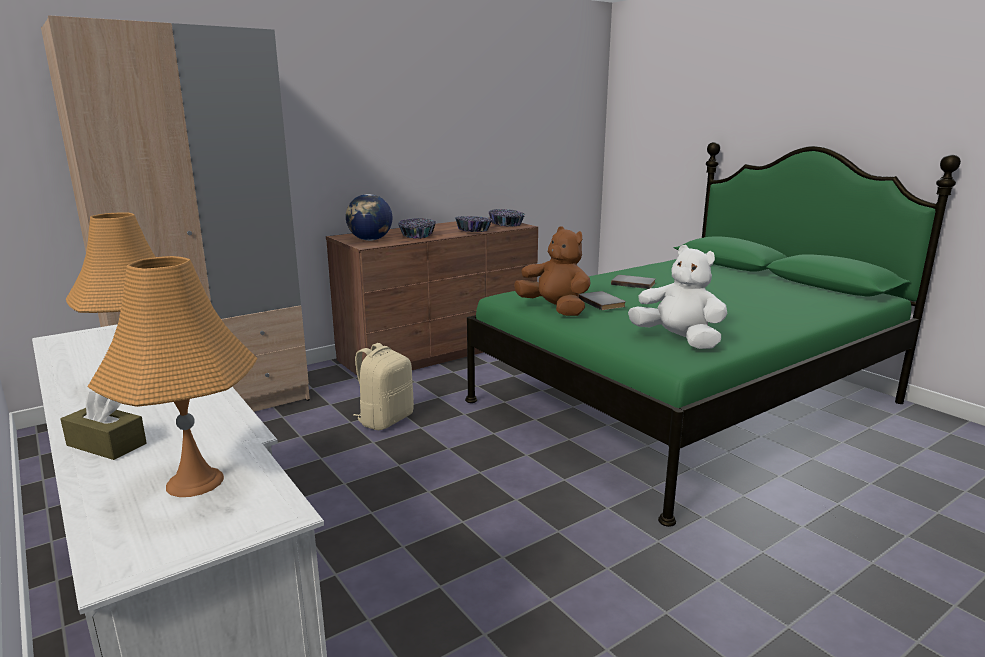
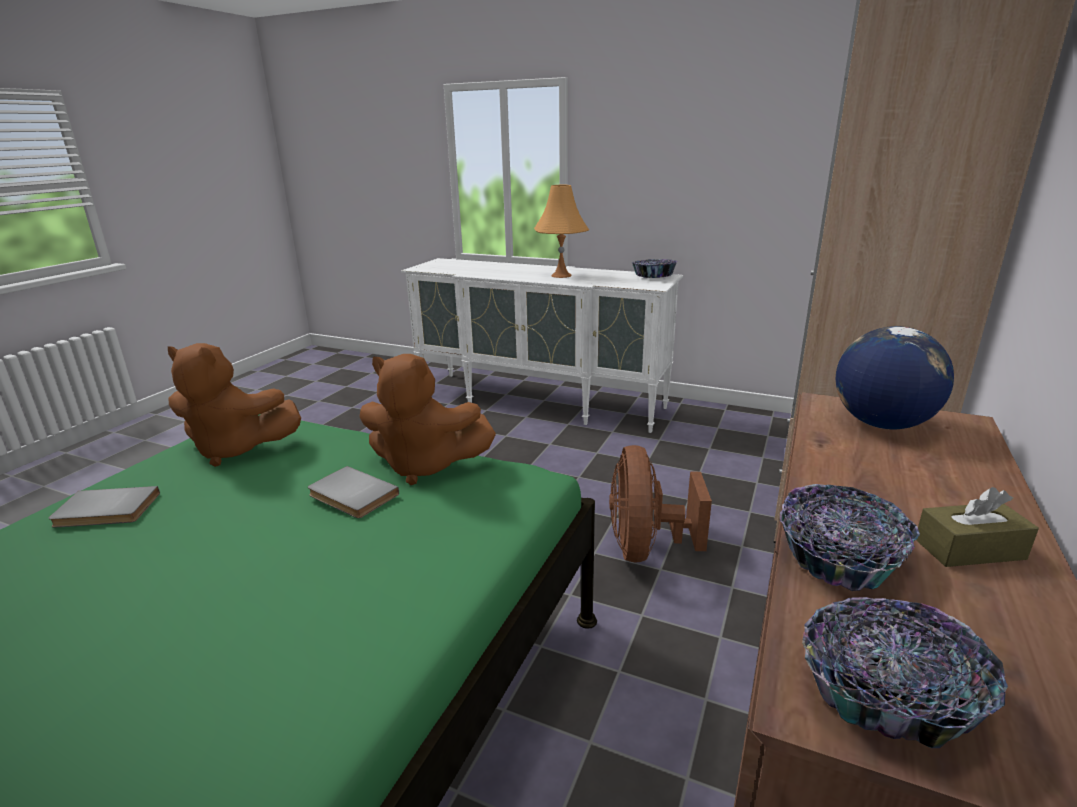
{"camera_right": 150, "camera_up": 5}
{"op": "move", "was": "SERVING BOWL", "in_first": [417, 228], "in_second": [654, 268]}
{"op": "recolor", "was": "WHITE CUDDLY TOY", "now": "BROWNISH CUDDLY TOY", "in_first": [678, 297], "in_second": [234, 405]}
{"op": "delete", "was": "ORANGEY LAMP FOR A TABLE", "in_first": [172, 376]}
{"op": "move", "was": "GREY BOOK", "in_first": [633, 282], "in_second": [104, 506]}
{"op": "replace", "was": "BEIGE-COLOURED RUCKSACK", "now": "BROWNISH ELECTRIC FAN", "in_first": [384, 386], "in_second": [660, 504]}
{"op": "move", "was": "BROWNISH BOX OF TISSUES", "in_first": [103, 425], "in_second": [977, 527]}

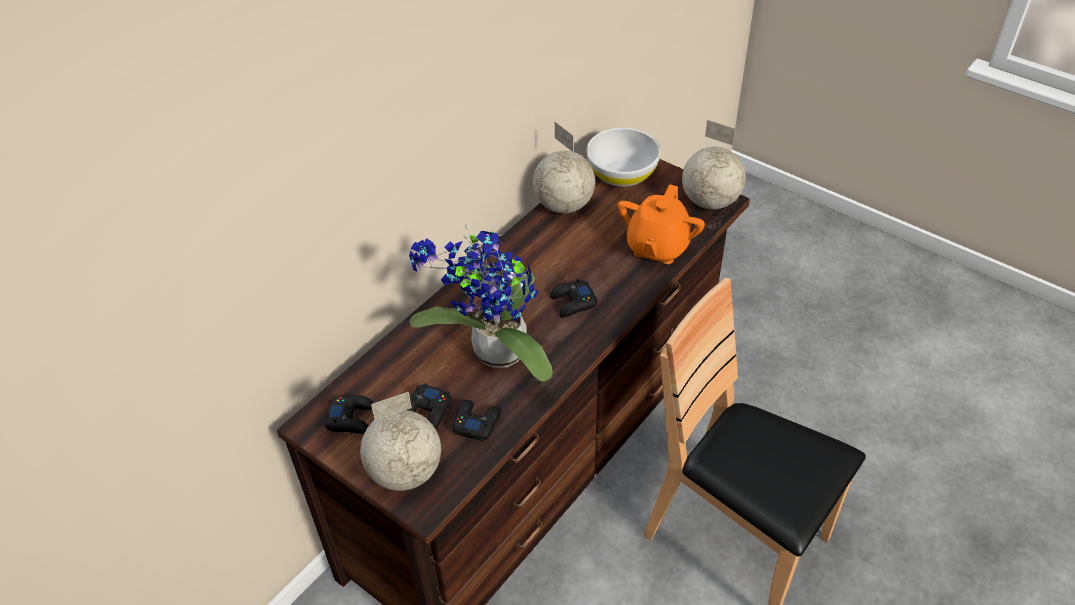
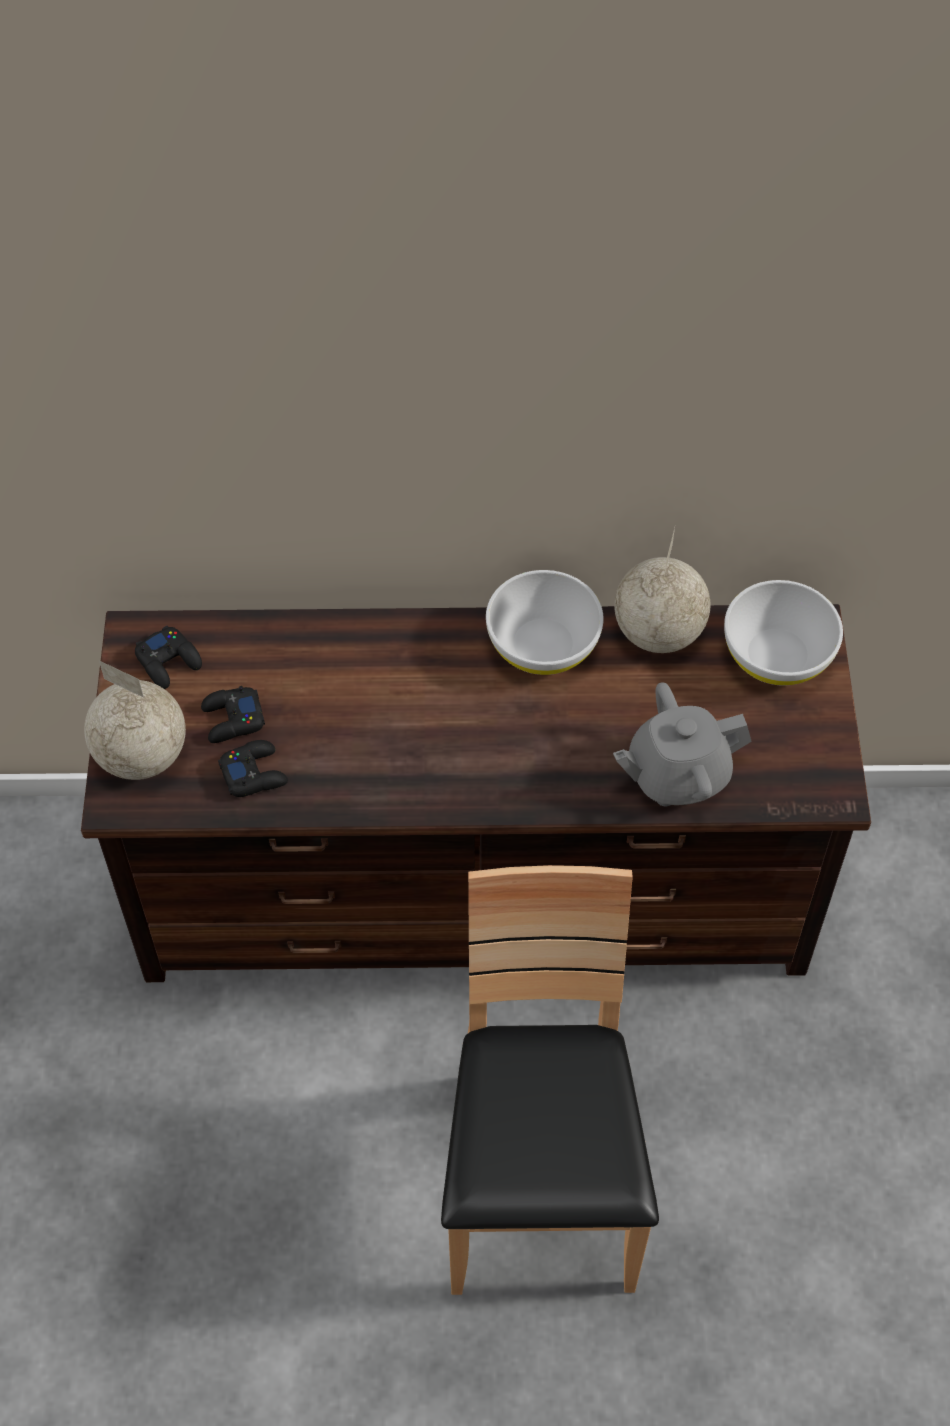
{"camera_right": 50, "camera_up": 10}
{"op": "delete", "was": "GLOBE", "in_first": [713, 164]}
{"op": "recolor", "was": "ORANGEY TEAPOT", "now": "GREY TEAPOT", "in_first": [661, 224], "in_second": [682, 744]}
{"op": "delete", "was": "PLANT IN A POT", "in_first": [481, 303]}
{"op": "delete", "was": "BLACK-COLOURED JOYPAD", "in_first": [574, 298]}
{"op": "insert", "now": "WHITE SERVING BOWL", "in_second": [545, 622]}

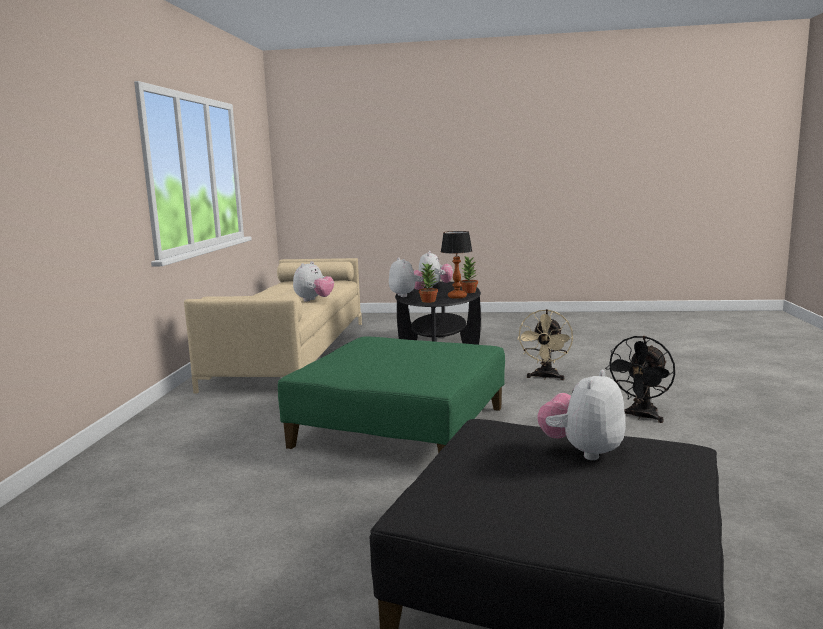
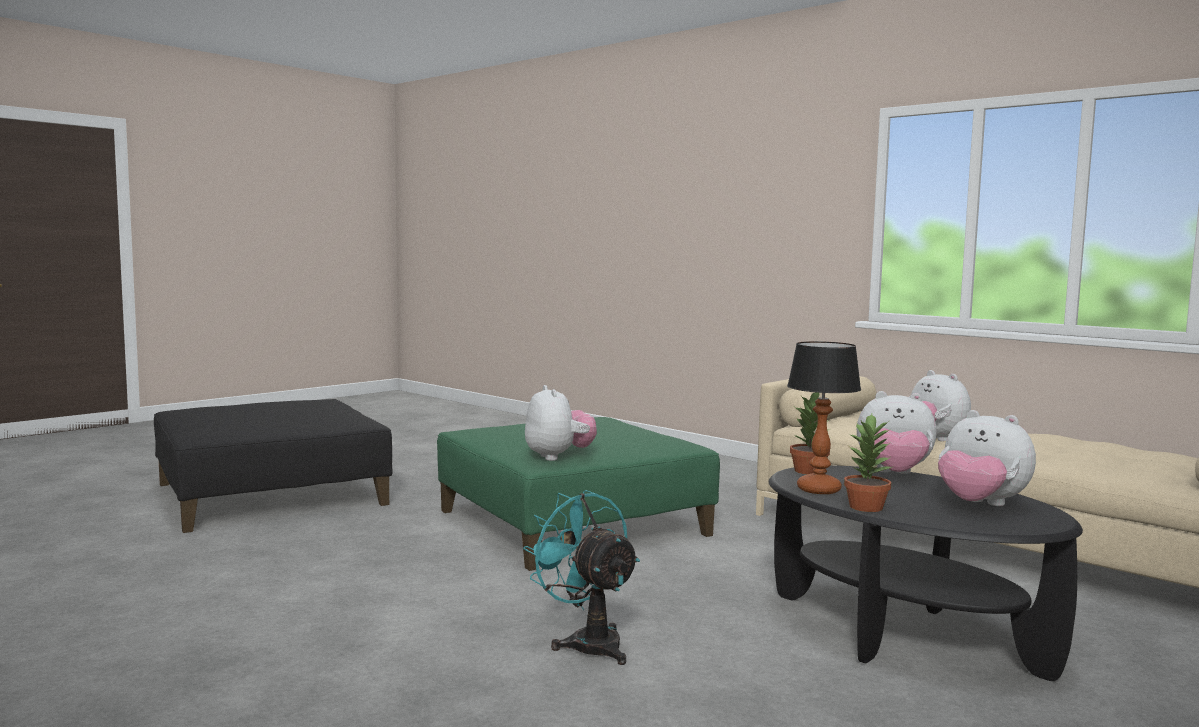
{"camera_right": 125, "camera_up": -5}
{"op": "recolor", "was": "BEIGE-COLOURED ELECTRIC FAN", "now": "TURQUOISE ELECTRIC FAN", "in_first": [545, 344], "in_second": [581, 577]}
{"op": "delete", "was": "BLACK-COLOURED ELECTRIC FAN", "in_first": [640, 379]}
{"op": "move", "was": "CUDDLY TOY", "in_first": [581, 415], "in_second": [561, 423]}

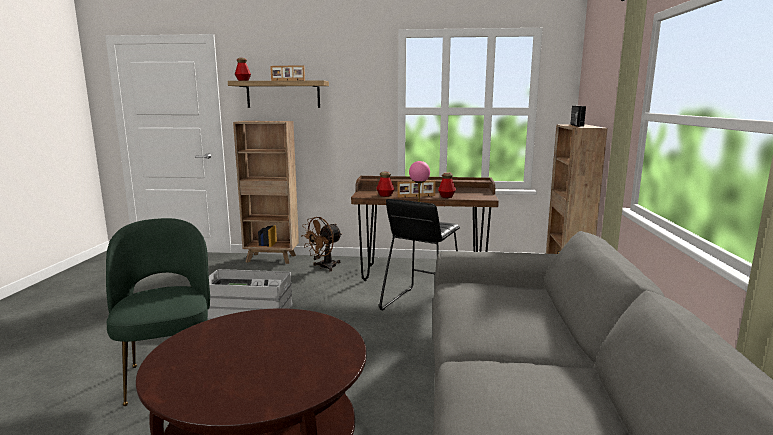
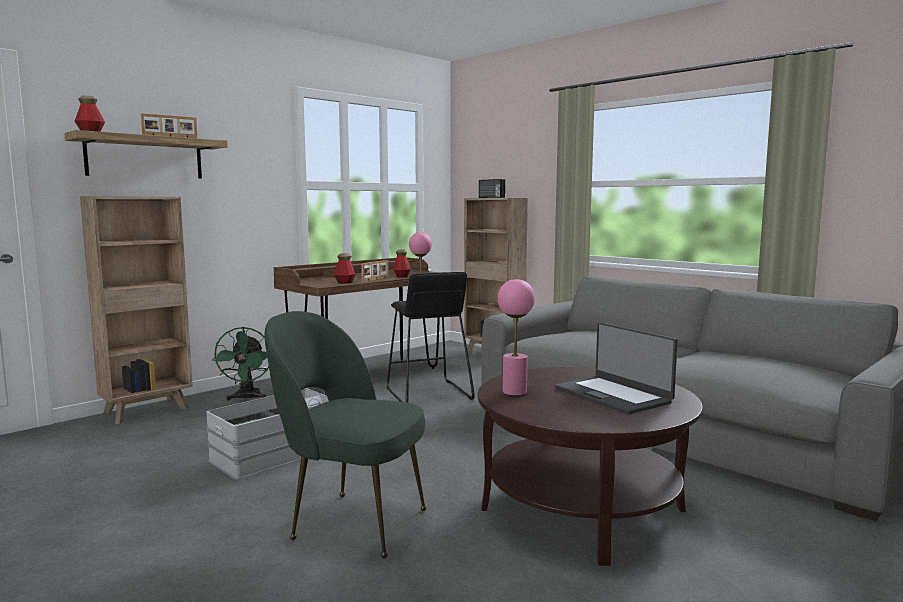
{"camera_right": -50, "camera_up": -5}
{"op": "recolor", "was": "BROWNISH ELECTRIC FAN", "now": "GREENISH ELECTRIC FAN", "in_first": [321, 244], "in_second": [240, 364]}
{"op": "insert", "now": "PINKISH LAMP FOR A TABLE", "in_second": [516, 337]}
{"op": "insert", "now": "NOTEBOOK COMPUTER", "in_second": [616, 368]}

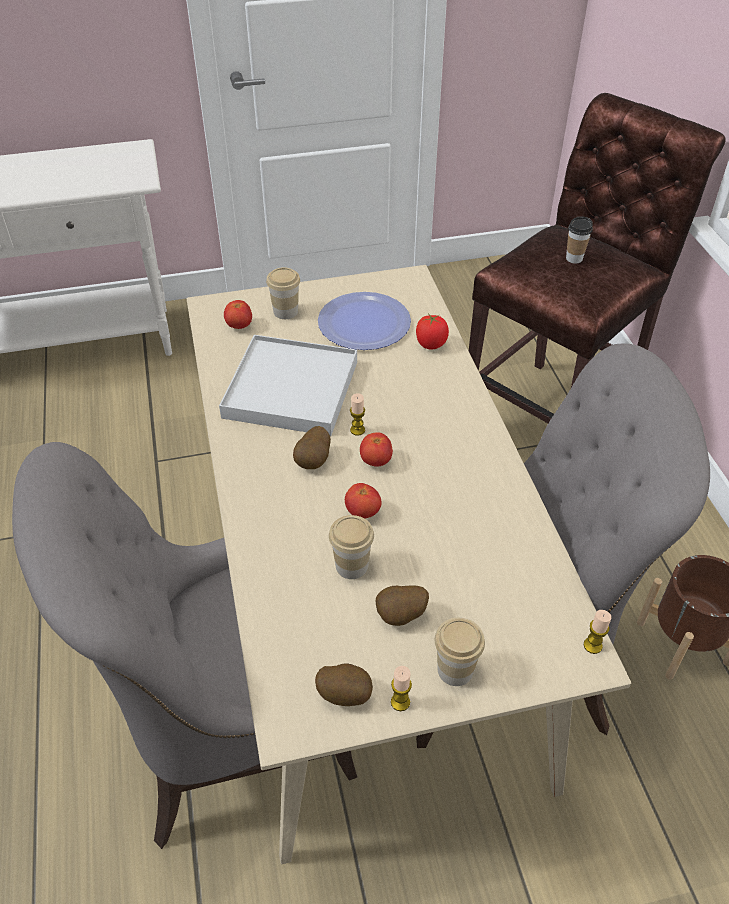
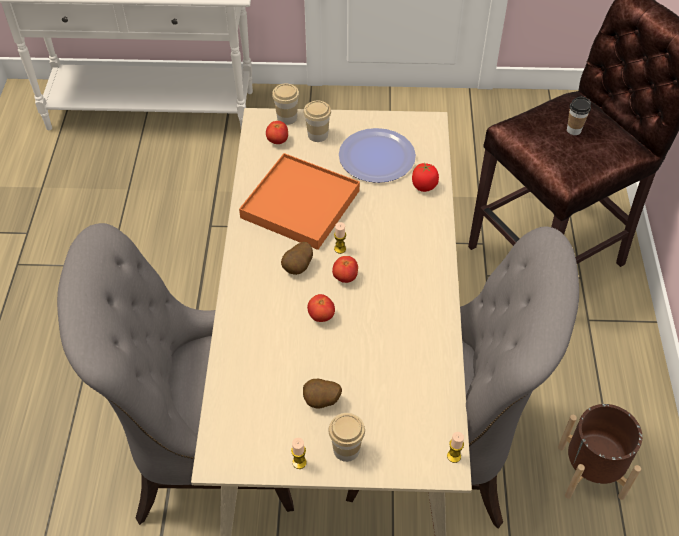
{"camera_right": 15, "camera_up": 5}
{"op": "recolor", "was": "WHITE TRAY", "now": "ORANGEY TRAY", "in_first": [288, 385], "in_second": [299, 201]}
{"op": "move", "was": "SMALL CUP", "in_first": [351, 547], "in_second": [285, 104]}
{"op": "delete", "was": "WHOLE POTATO", "in_first": [344, 684]}

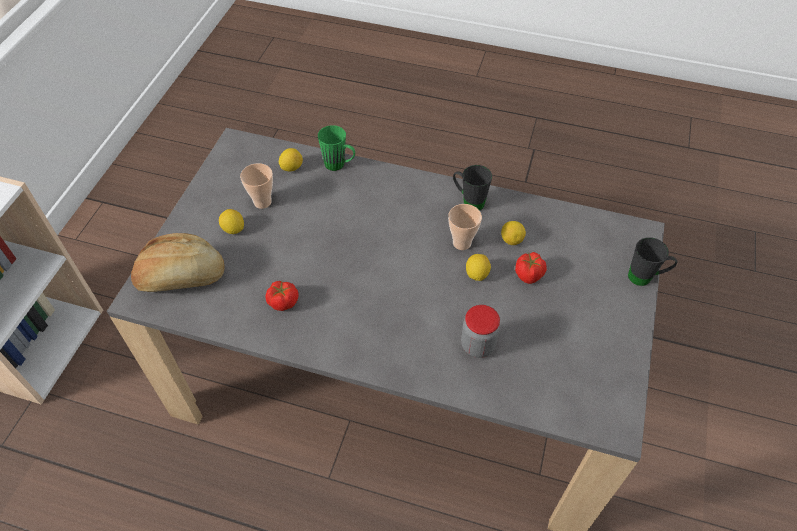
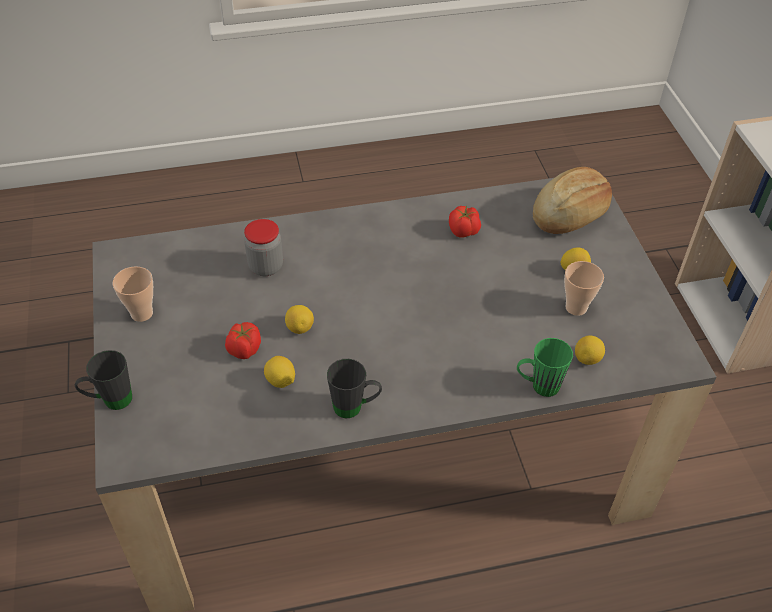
{"camera_right": 150, "camera_up": -5}
{"op": "move", "was": "SMALL CUP", "in_first": [465, 227], "in_second": [133, 294]}

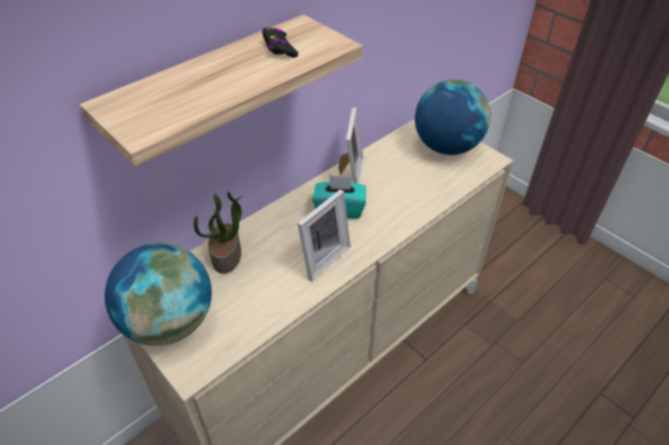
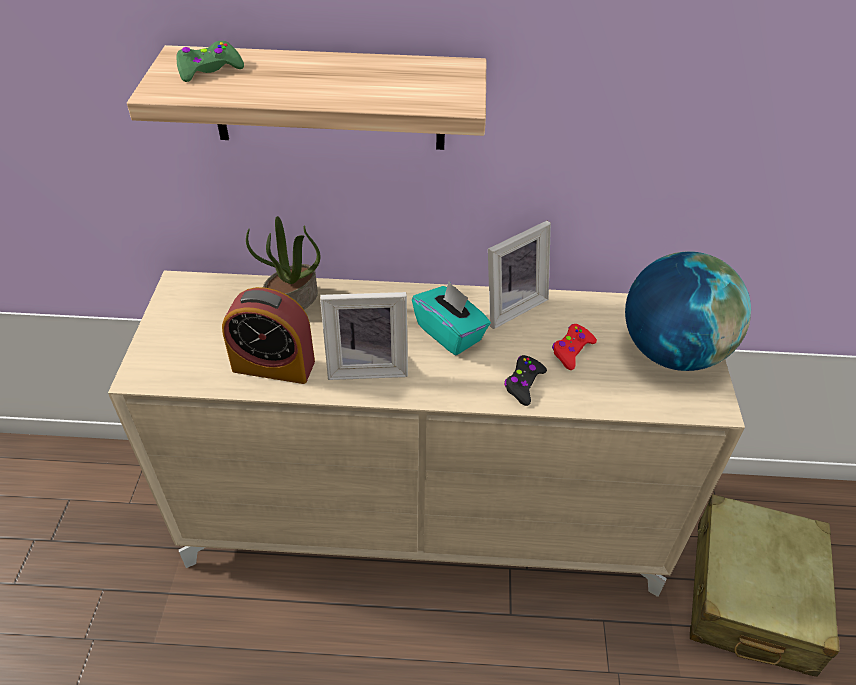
{"camera_right": 45, "camera_up": 0}
{"op": "move", "was": "BLACK-COLOURED JOYPAD", "in_first": [280, 42], "in_second": [525, 380]}
{"op": "delete", "was": "GLOBE", "in_first": [158, 294]}
{"op": "insert", "now": "GREENISH JOYPAD", "in_second": [210, 61]}
{"op": "insert", "now": "ALARM CLOCK", "in_second": [268, 335]}
{"op": "insert", "now": "RED JOYPAD", "in_second": [574, 347]}
{"op": "insert", "now": "BEIGE-COLOURED PIECE OF LUGGAGE", "in_second": [765, 585]}

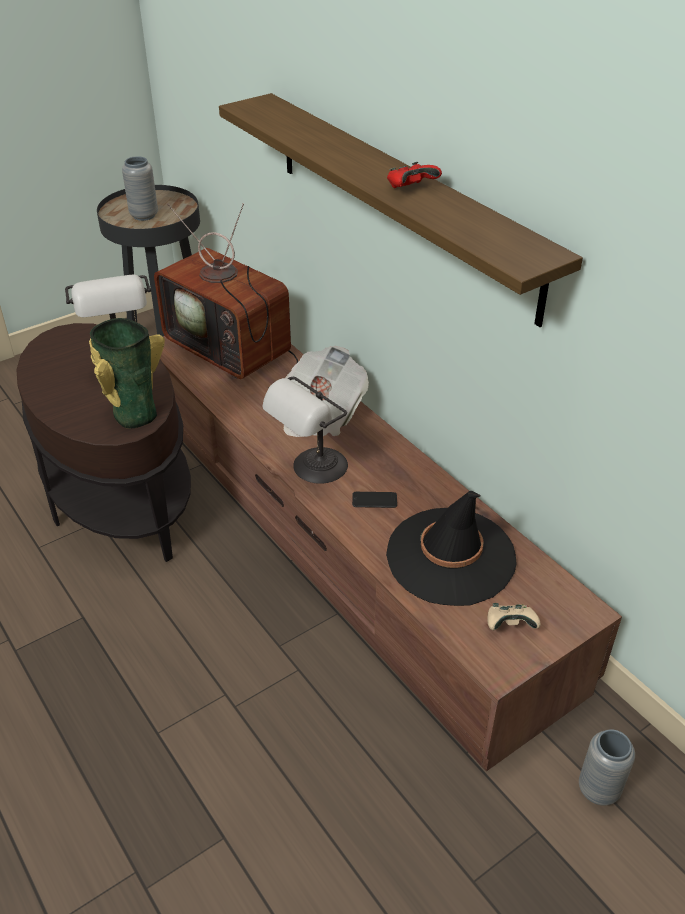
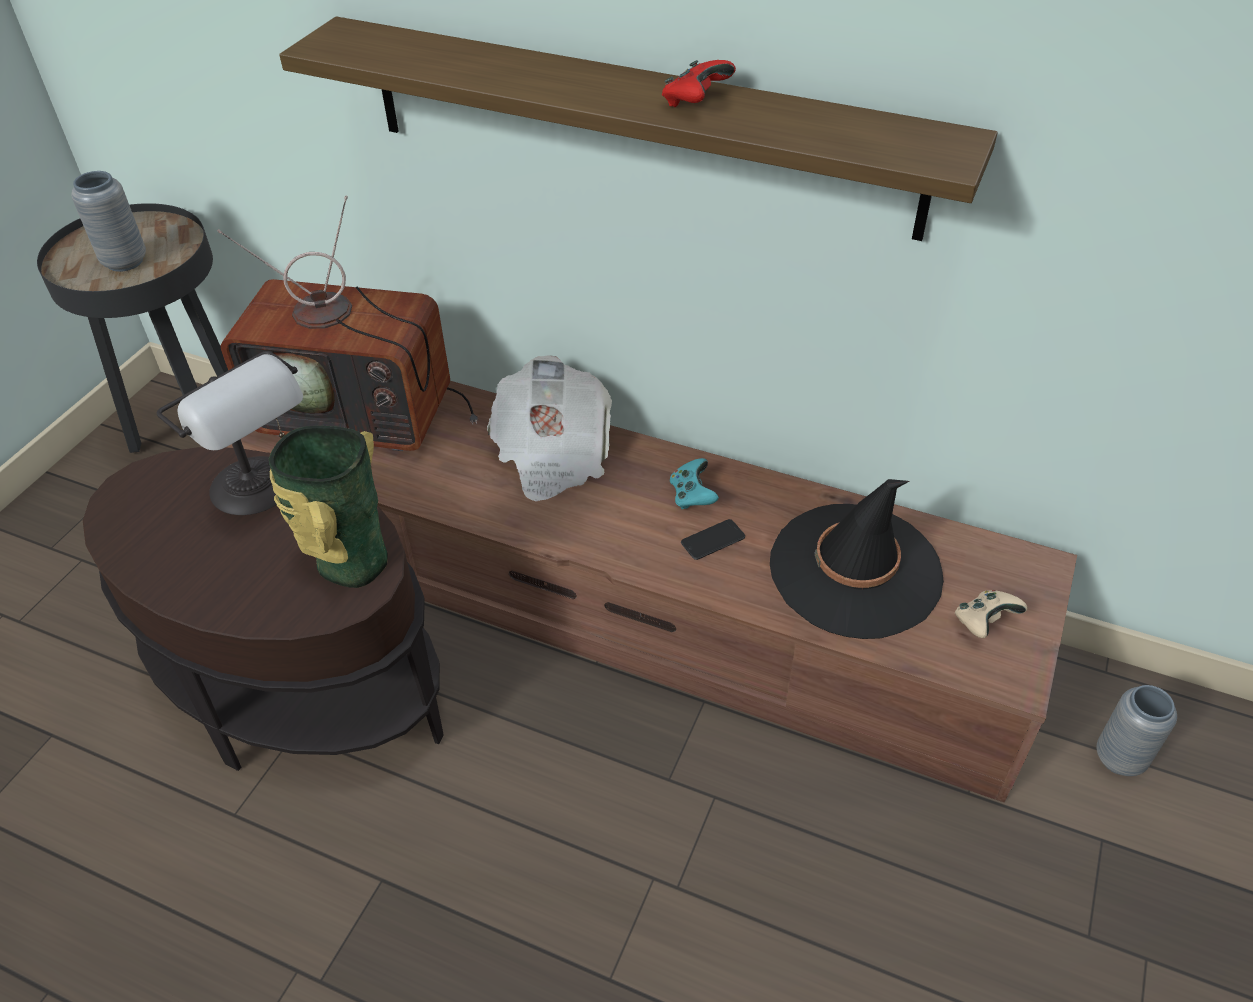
{"camera_right": -30, "camera_up": 5}
{"op": "delete", "was": "LAMP FOR A TABLE", "in_first": [305, 430]}
{"op": "insert", "now": "TURQUOISE JOYPAD", "in_second": [694, 483]}

